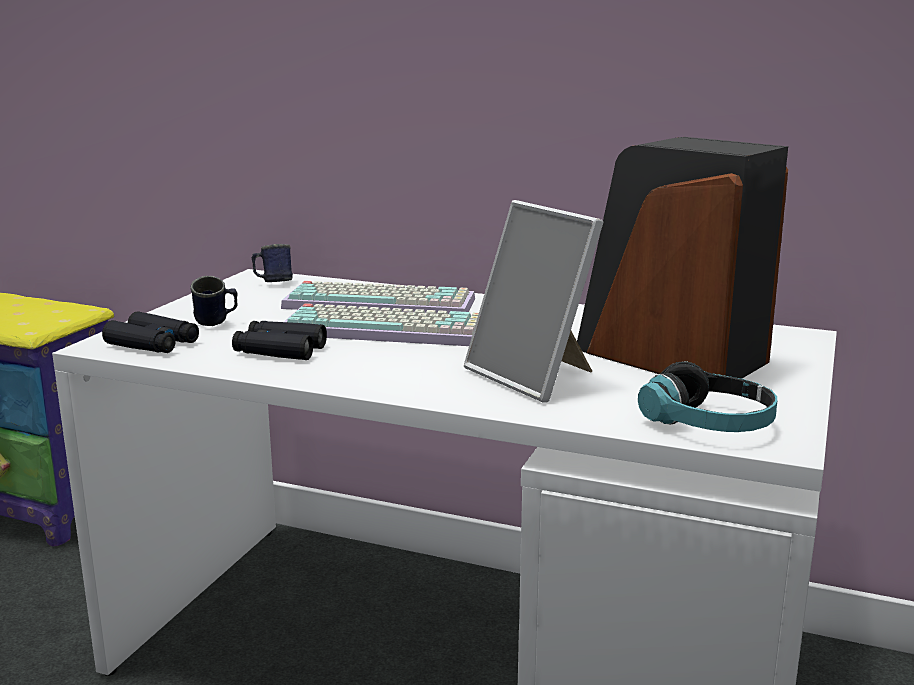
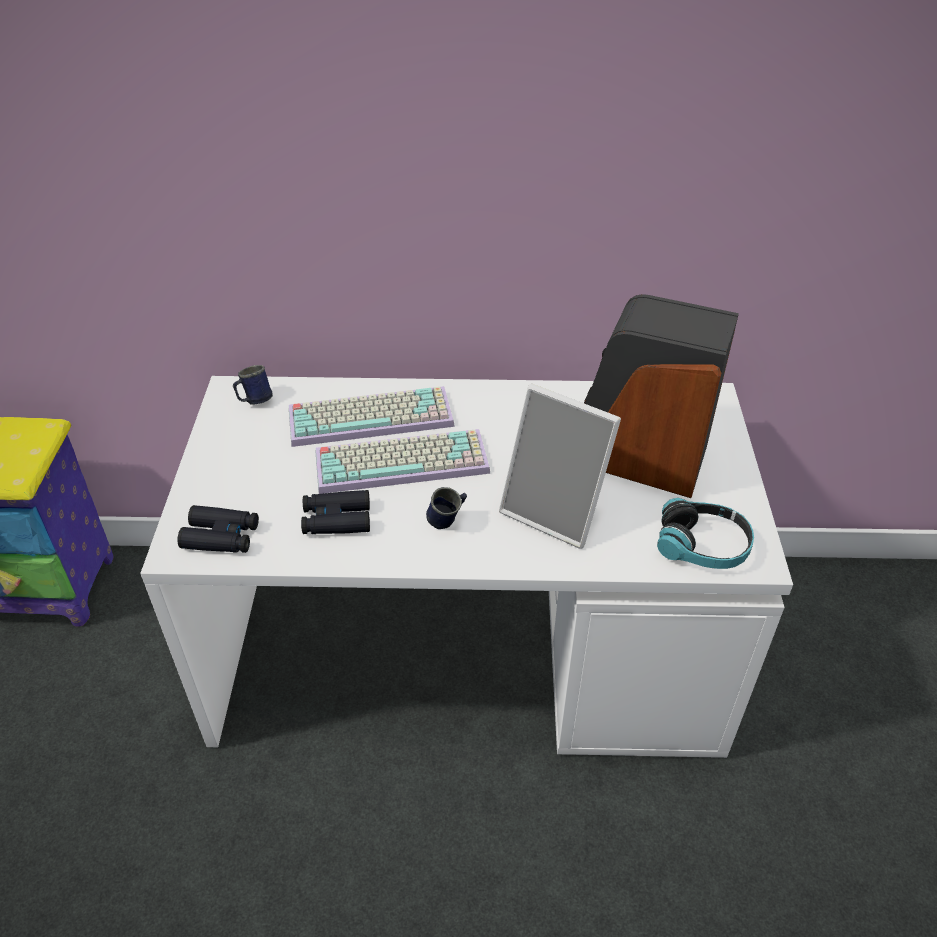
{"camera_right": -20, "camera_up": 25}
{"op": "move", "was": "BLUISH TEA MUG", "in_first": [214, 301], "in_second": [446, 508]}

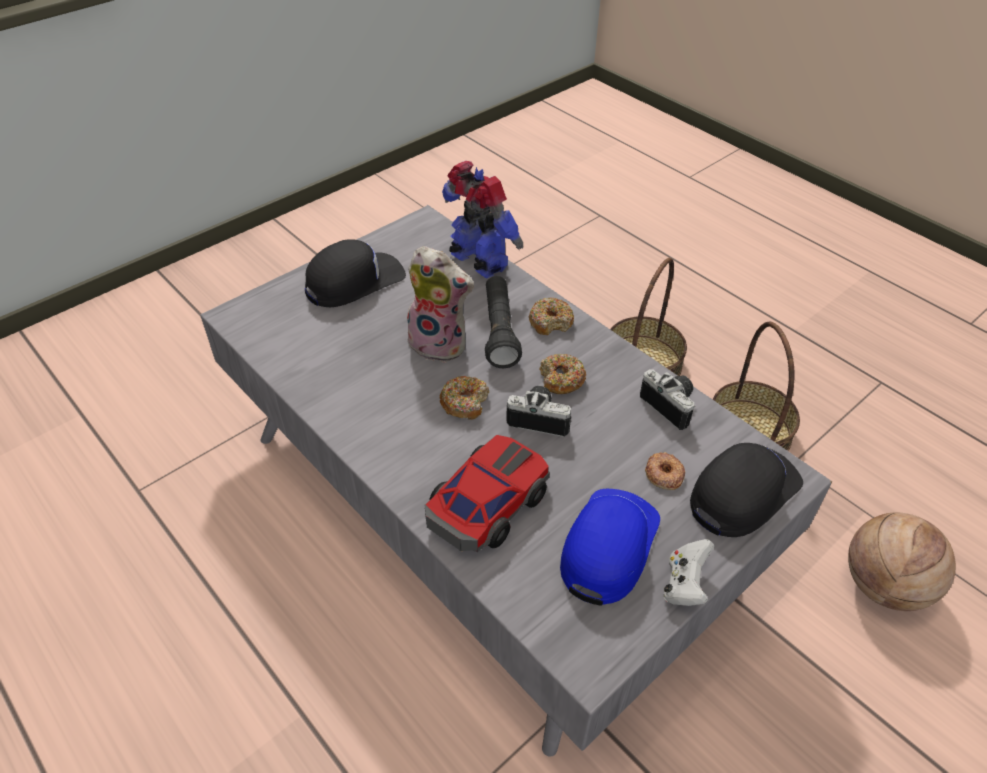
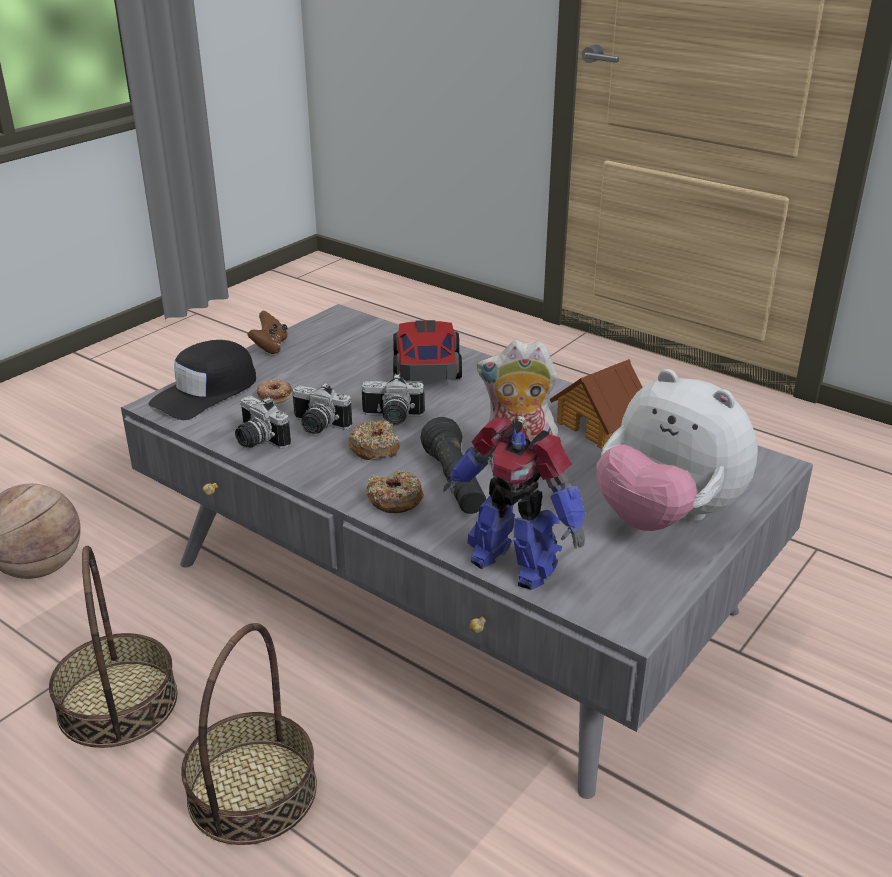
{"camera_right": 170, "camera_up": -15}
{"op": "replace", "was": "BLACK-COLOURED BASEBALL CAP", "now": "CUDDLY TOY", "in_first": [355, 273], "in_second": [677, 450]}
{"op": "delete", "was": "DOUGHNUT", "in_first": [464, 398]}
{"op": "rotate", "was": "TOY CAR", "in_first": [487, 493], "in_second": [427, 350], "clockwise": 150}
{"op": "delete", "was": "BLUISH BASEBALL CAP", "in_first": [610, 547]}
{"op": "recolor", "was": "WHITE JOYPAD", "now": "BROWNISH JOYPAD", "in_first": [689, 572], "in_second": [268, 332]}
{"op": "insert", "now": "MINIATURE HOUSE", "in_second": [596, 404]}
{"op": "insert", "now": "STILL CAMERA", "in_second": [322, 408]}

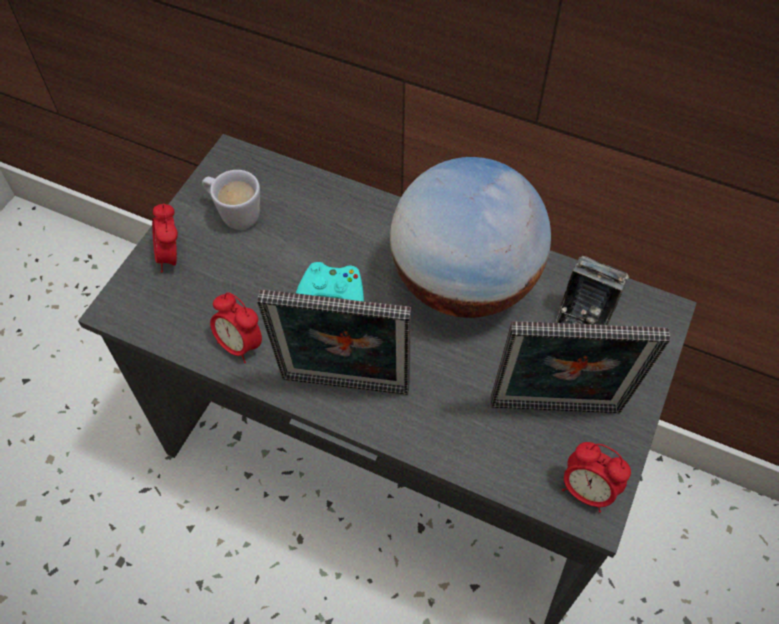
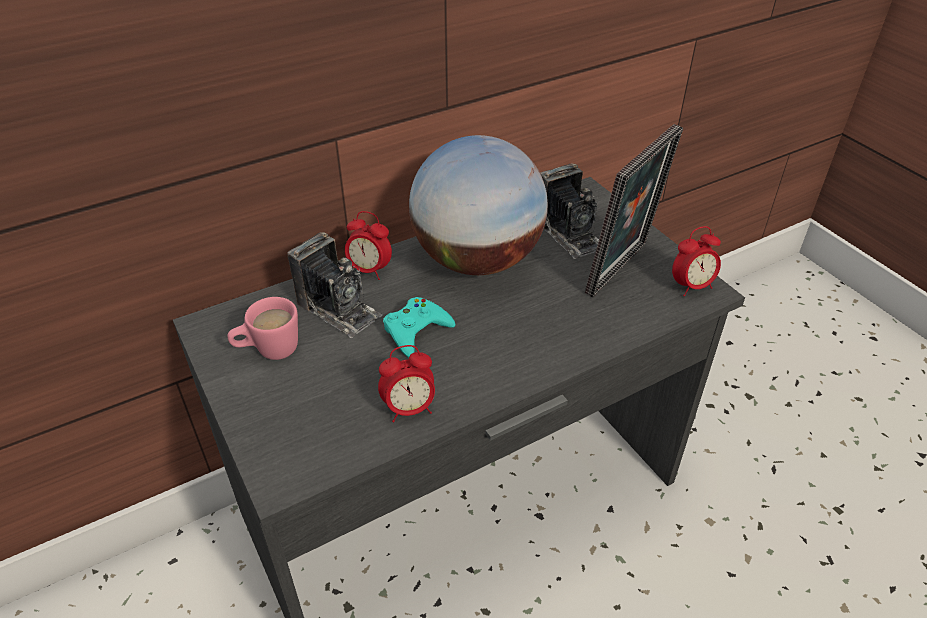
{"camera_right": -55, "camera_up": -15}
{"op": "recolor", "was": "WHITE TEA MUG", "now": "PINKISH TEA MUG", "in_first": [231, 200], "in_second": [262, 328]}
{"op": "move", "was": "ALARM CLOCK", "in_first": [165, 237], "in_second": [368, 245]}
{"op": "delete", "was": "STANDING FRAME", "in_first": [334, 342]}
{"op": "insert", "now": "STILL CAMERA", "in_second": [335, 285]}

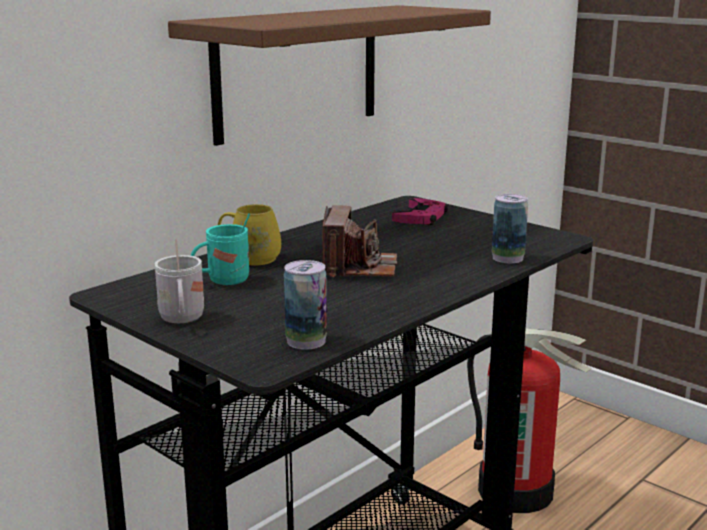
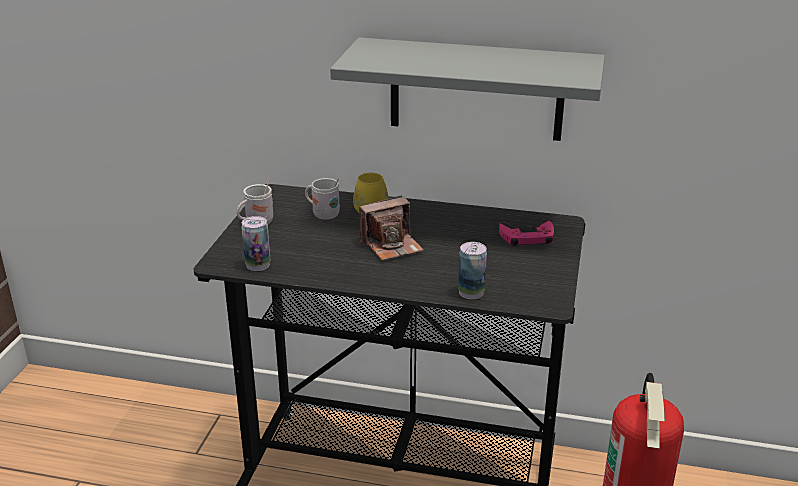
{"camera_right": 60, "camera_up": 10}
{"op": "recolor", "was": "BROWNISH BRACKET SHELF", "now": "GREY BRACKET SHELF", "in_first": [329, 75], "in_second": [467, 89]}
{"op": "recolor", "was": "TURQUOISE TEA MUG", "now": "WHITE TEA MUG", "in_first": [220, 249], "in_second": [322, 198]}

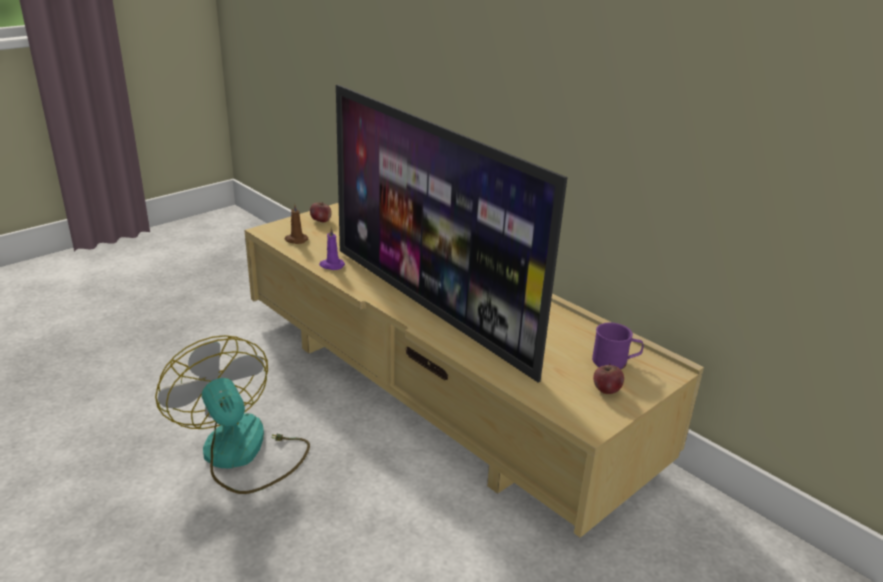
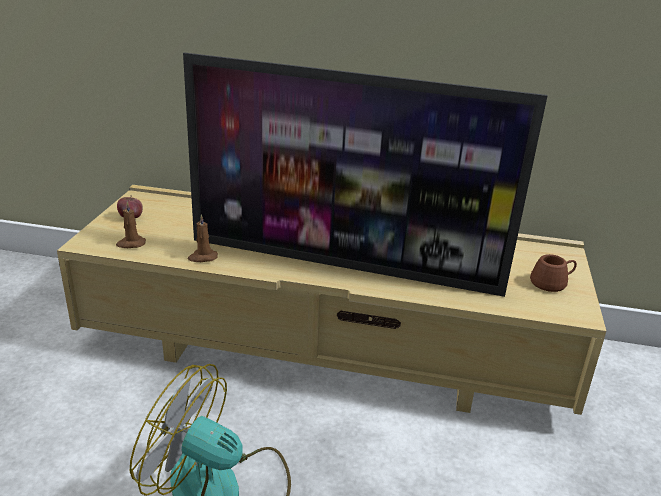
{"camera_right": -35, "camera_up": 0}
{"op": "recolor", "was": "PURPLE WAX LIGHT", "now": "BROWNISH WAX LIGHT", "in_first": [332, 248], "in_second": [203, 238]}
{"op": "delete", "was": "PURPLE TEA MUG", "in_first": [618, 346]}
{"op": "replace", "was": "APPLE", "now": "BROWNISH TEA MUG", "in_first": [608, 379], "in_second": [553, 273]}

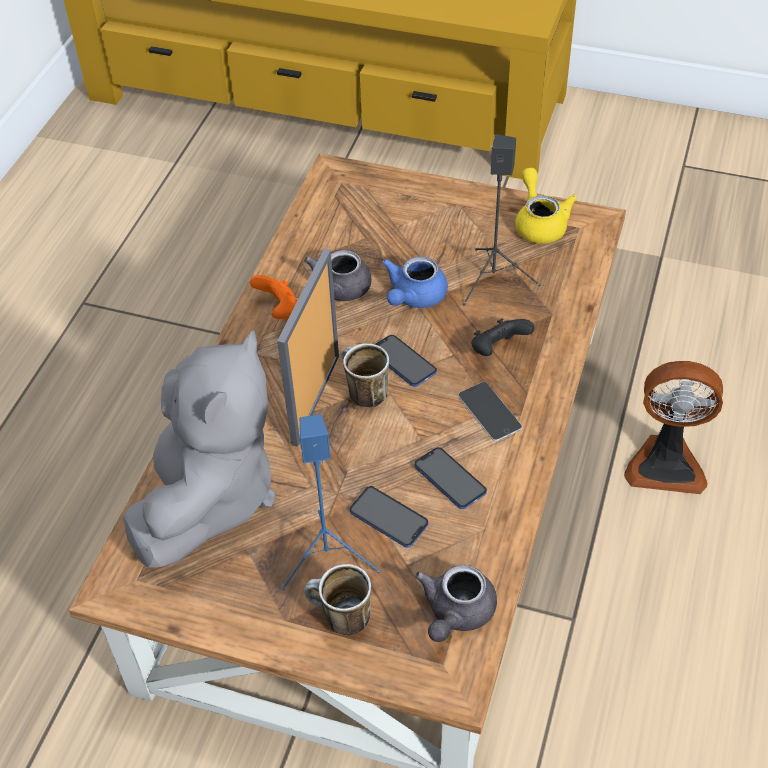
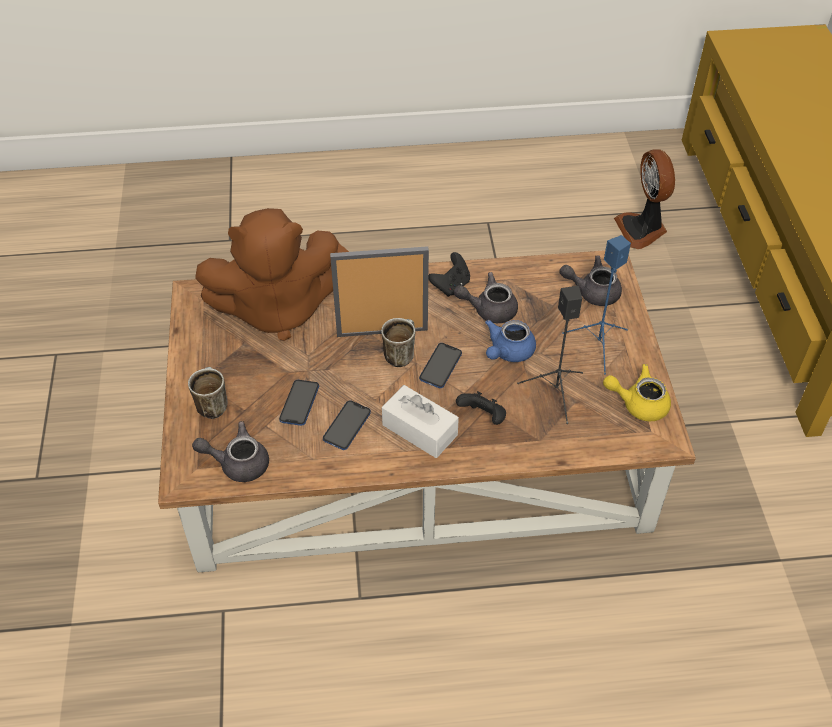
{"camera_right": 65, "camera_up": 0}
{"op": "rotate", "was": "YELLOWISH TEAPOT", "in_first": [546, 206], "in_second": [637, 393], "clockwise": -135}
{"op": "rotate", "was": "BLUISH TEAPOT", "in_first": [415, 282], "in_second": [510, 341], "clockwise": -60}
{"op": "recolor", "was": "ORANGEY JOYPAD", "now": "BLACK-COLOURED JOYPAD", "in_first": [274, 297], "in_second": [449, 274]}
{"op": "recolor", "was": "GREY CUDDLY TOY", "now": "BROWNISH CUDDLY TOY", "in_first": [199, 449], "in_second": [272, 274]}
{"op": "move", "was": "ELECTRIC FAN", "in_first": [673, 427], "in_second": [644, 199]}
{"op": "replace", "was": "HANDSET", "now": "WHITE BOX OF TISSUES", "in_first": [490, 411], "in_second": [420, 421]}
{"op": "move", "was": "BLUISH SPEAKER", "in_first": [331, 502], "in_second": [596, 305]}
{"op": "insert", "now": "GREY TEAPOT", "in_second": [590, 280]}

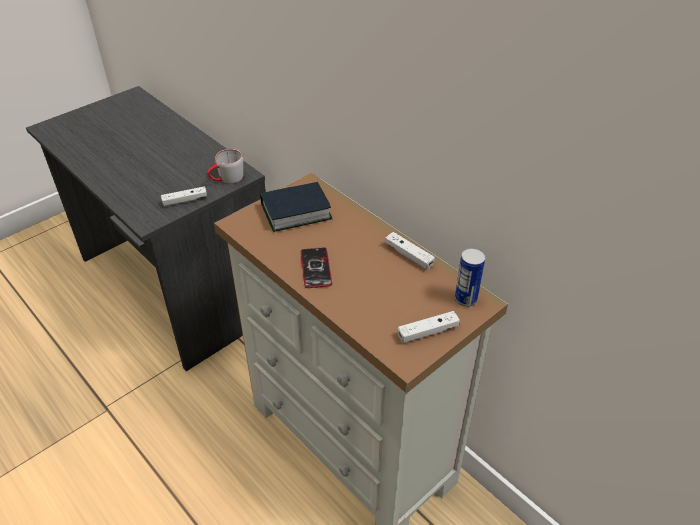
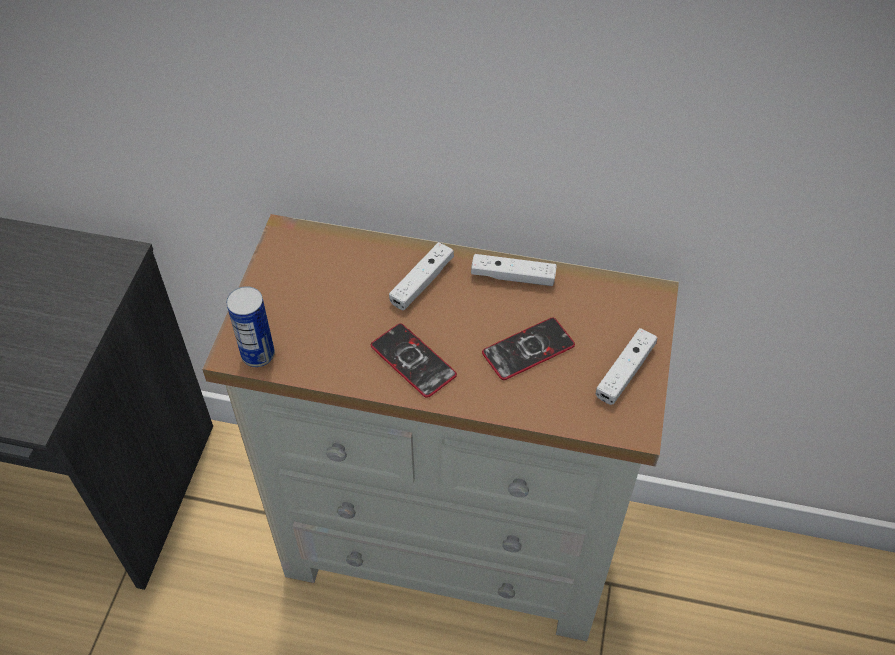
{"camera_right": -35, "camera_up": 10}
{"op": "delete", "was": "GREY TEA MUG", "in_first": [225, 166]}
{"op": "delete", "was": "BOOK", "in_first": [296, 207]}
{"op": "move", "was": "WHITE JOYPAD", "in_first": [184, 197], "in_second": [421, 276]}
{"op": "move", "was": "SEALED CAN", "in_first": [470, 277], "in_second": [250, 326]}
{"op": "insert", "now": "HANDSET", "in_second": [528, 349]}

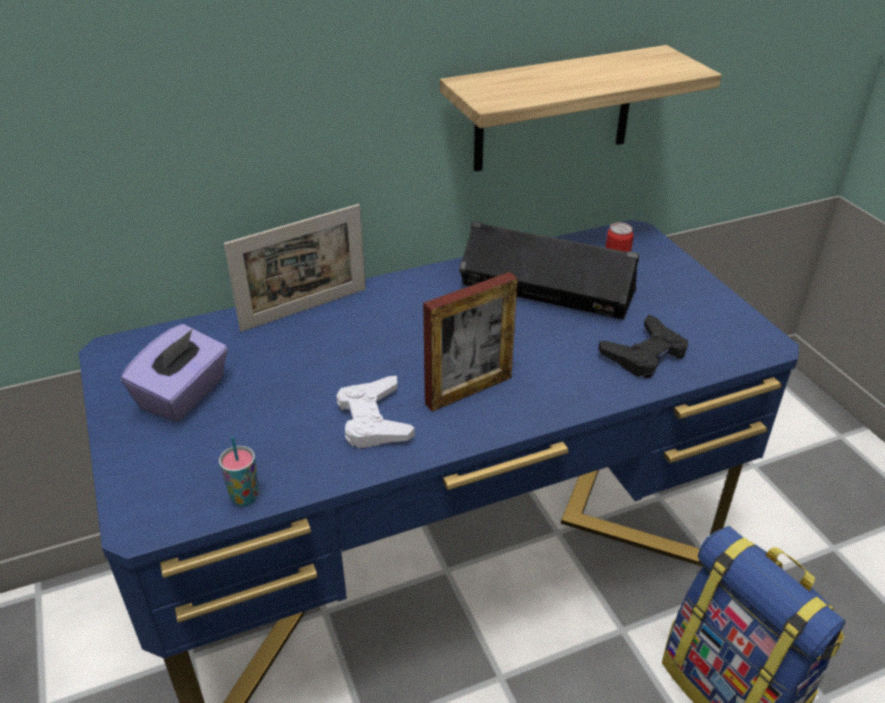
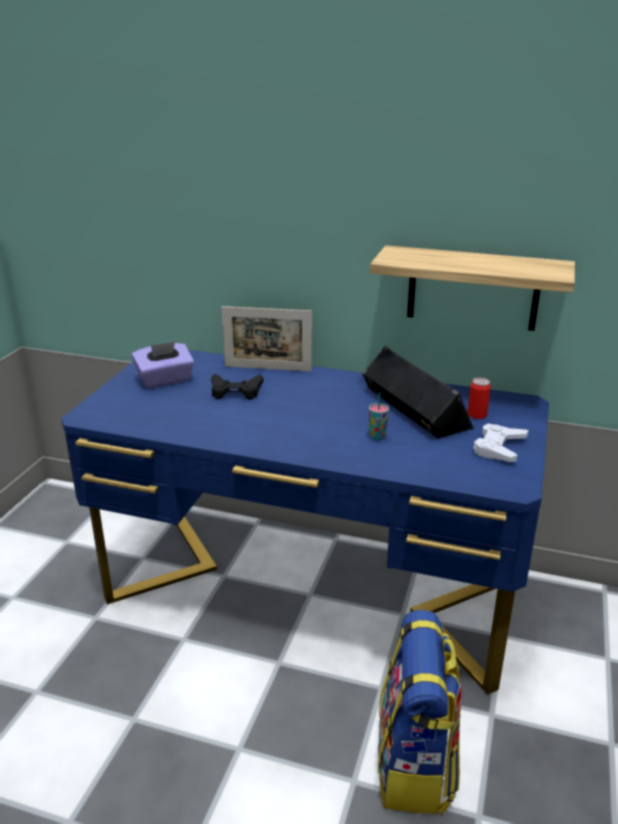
{"camera_right": 40, "camera_up": -10}
{"op": "delete", "was": "STANDING FRAME", "in_first": [470, 342]}
{"op": "move", "was": "BLACK-COLOURED JOYPAD", "in_first": [644, 346], "in_second": [237, 387]}
{"op": "move", "was": "WHITE JOYPAD", "in_first": [375, 412], "in_second": [501, 442]}
{"op": "move", "was": "SMALL CUP", "in_first": [239, 471], "in_second": [379, 416]}

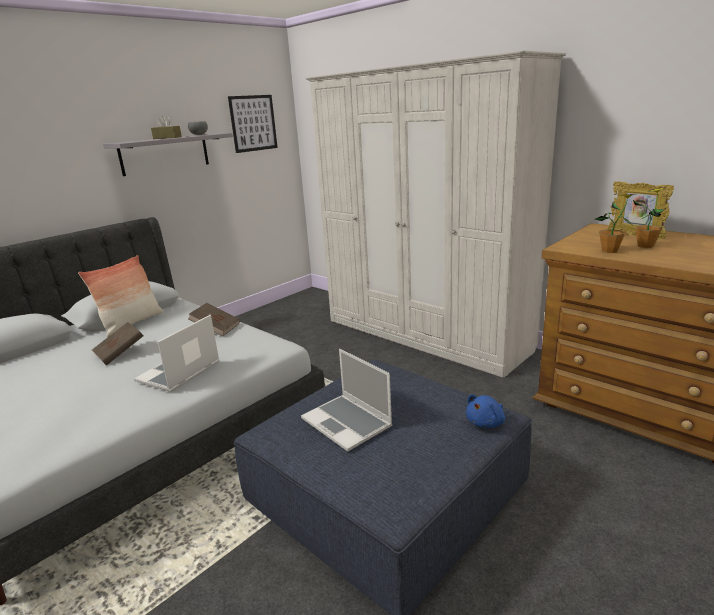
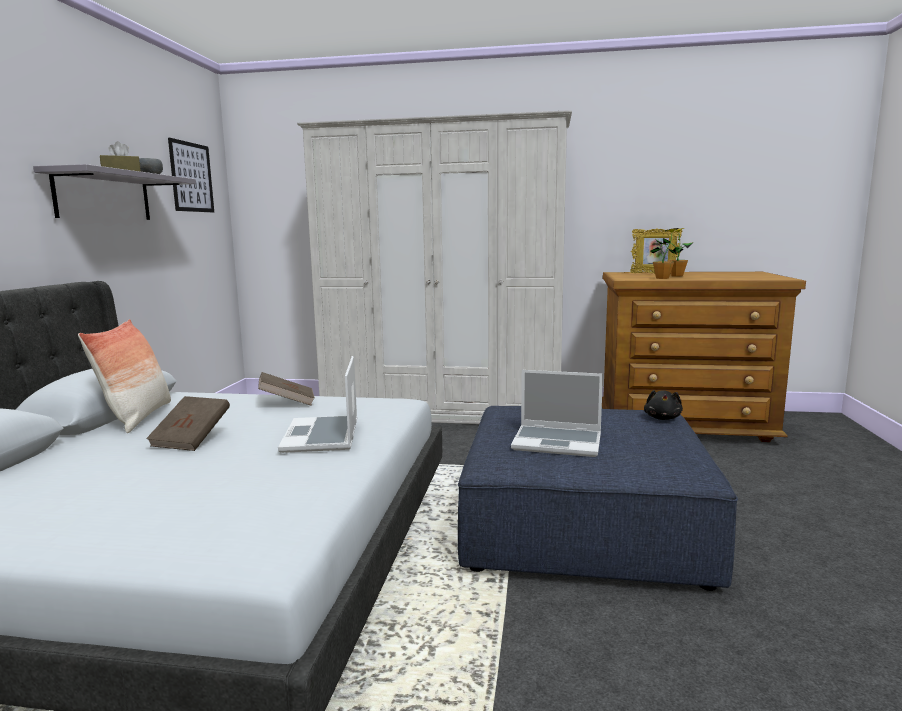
{"camera_right": -35, "camera_up": -10}
{"op": "recolor", "was": "BLUISH CUDDLY TOY", "now": "BLACK-COLOURED CUDDLY TOY", "in_first": [485, 411], "in_second": [663, 405]}

